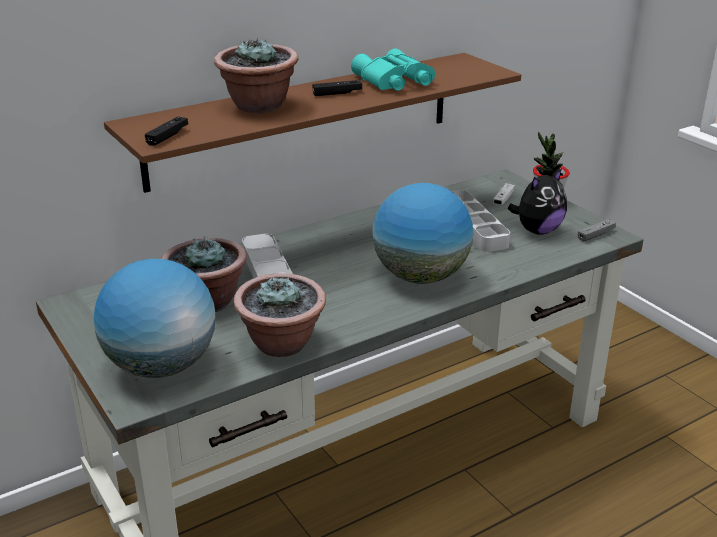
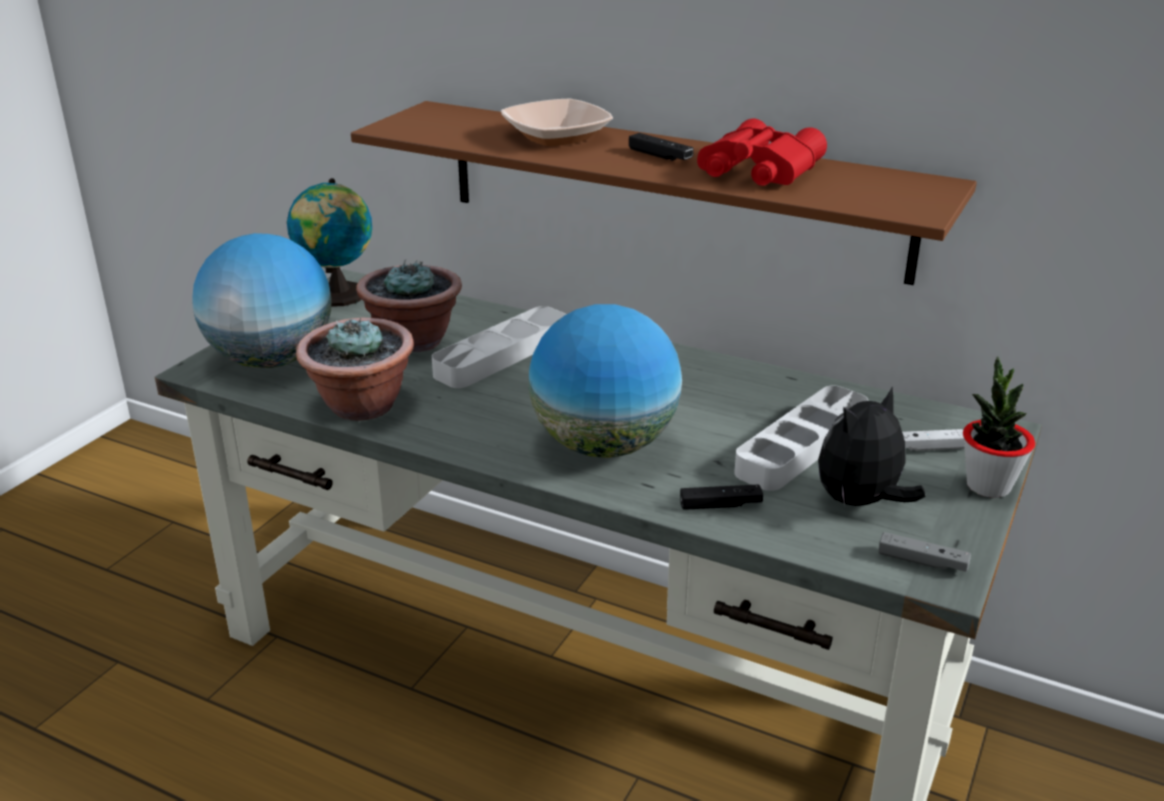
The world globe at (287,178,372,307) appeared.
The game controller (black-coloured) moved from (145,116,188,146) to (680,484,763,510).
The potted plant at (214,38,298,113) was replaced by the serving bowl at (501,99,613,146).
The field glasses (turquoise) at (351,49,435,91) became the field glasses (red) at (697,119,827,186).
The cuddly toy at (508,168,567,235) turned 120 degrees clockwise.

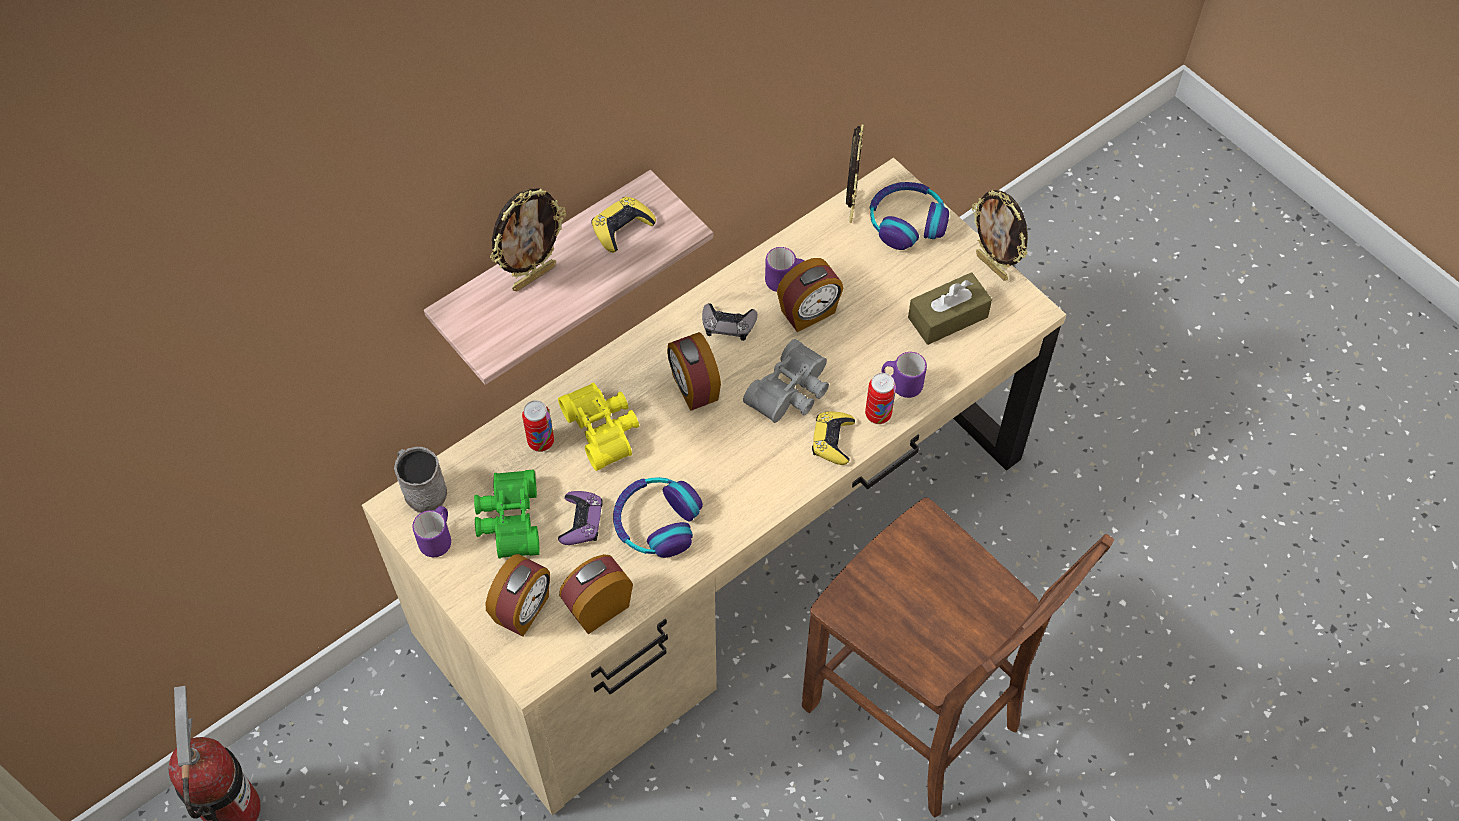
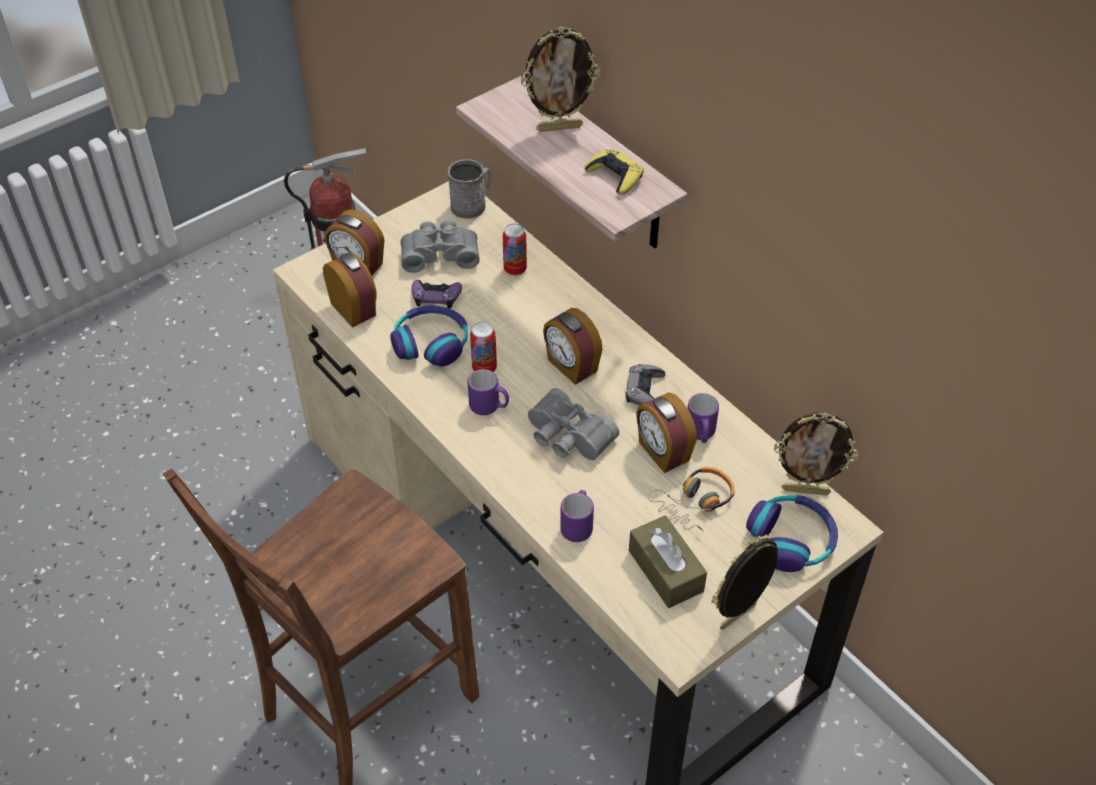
The field glasses (yellow) at (558,382,639,471) disappeared.
The game controller (yellow) at (812,411,855,465) disappeared.
The headphones at (648,467,735,532) appeared.
The mug (purple-coloured) moved from (412,506,451,557) to (468,369,509,415).
The sealed can moved from (865,373,896,424) to (470,322,497,372).
The field glasses (greenish) at (474,469,540,559) became the field glasses (greyish) at (400,220,480,273).
The picture frame at (490,188,566,291) turned 60 degrees counterclockwise.
The bedside clock at (667,332,721,411) turned 105 degrees counterclockwise.

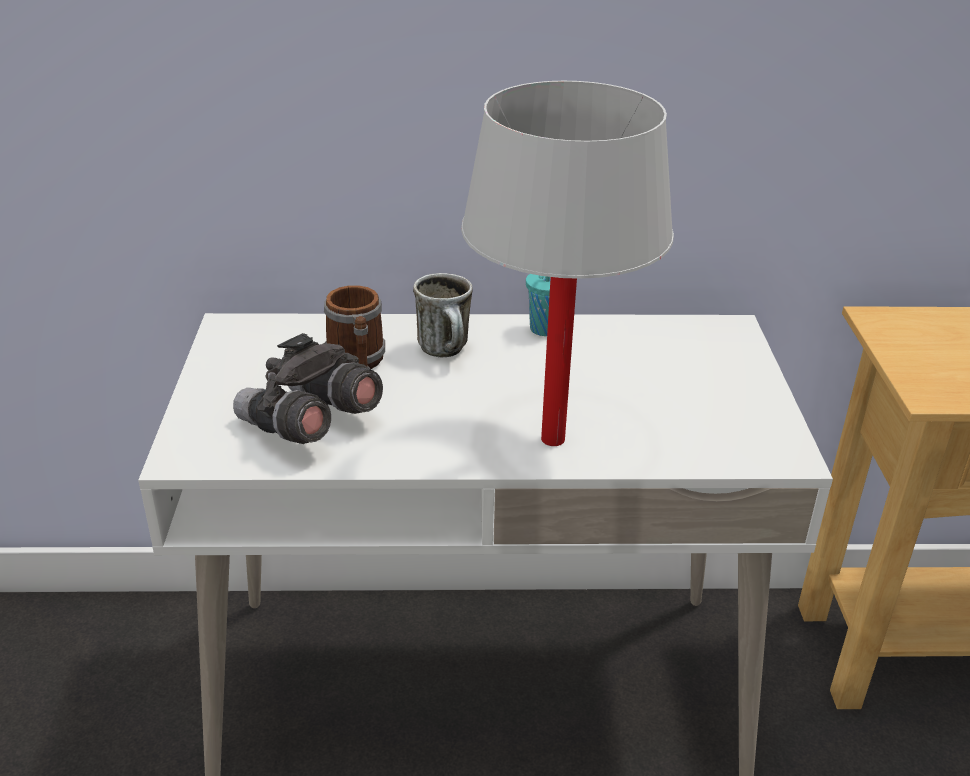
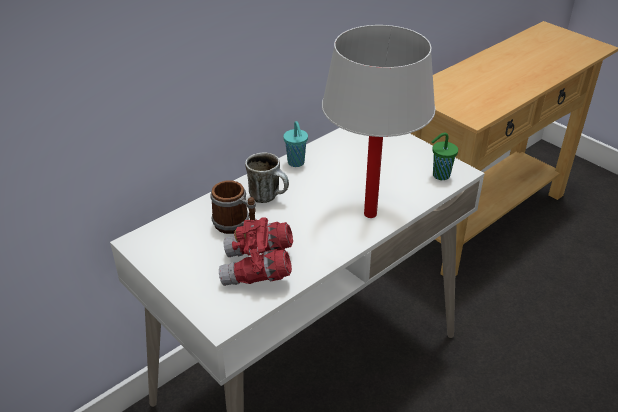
The drinking cup (greenish) at (431,133,458,180) appeared.
The field glasses (greyish) at (233,333,383,444) became the field glasses (red) at (219,217,293,286).

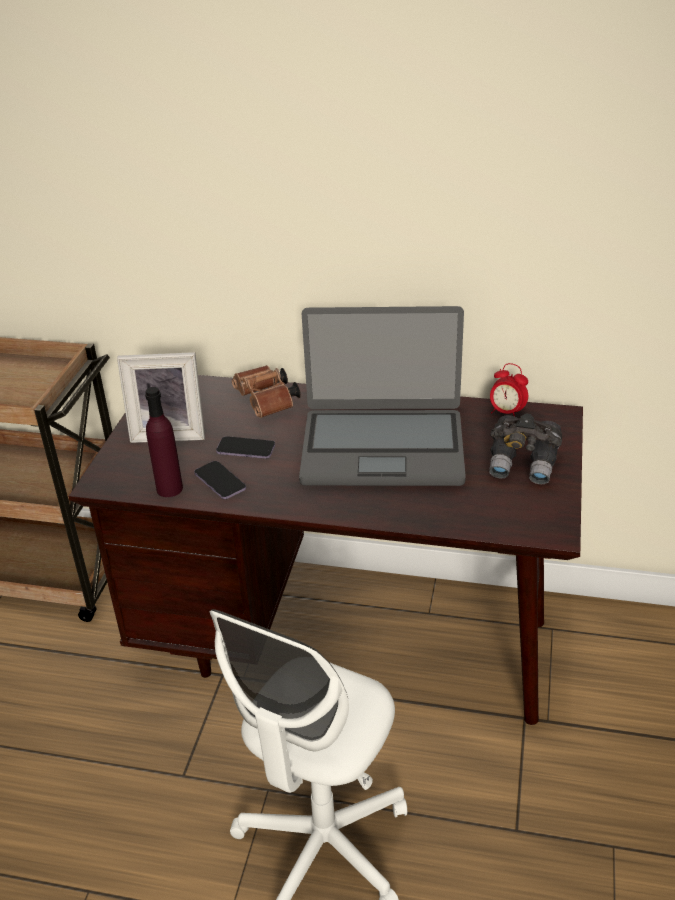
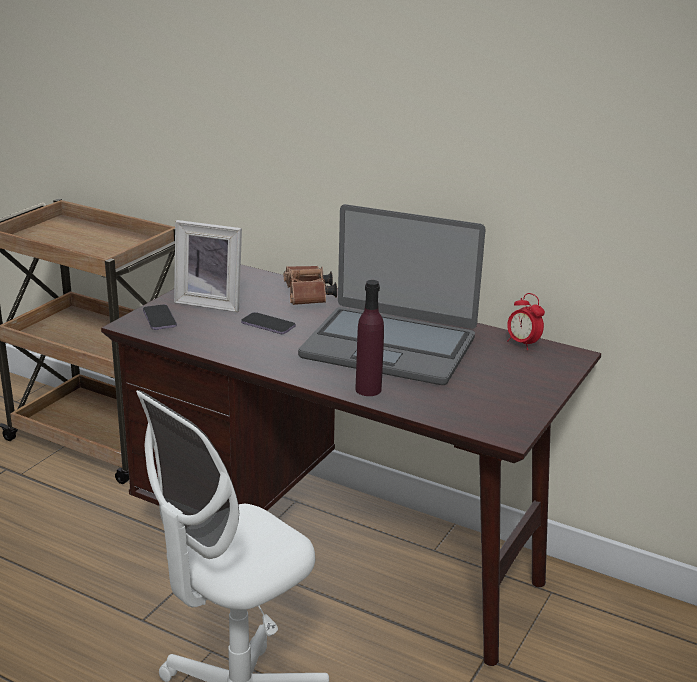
The field glasses (greyish) at (489,413,562,484) disappeared.
The bottle (purple-coloured) moved from (145,387,183,497) to (355,280,384,396).
The phone moved from (194,461,246,499) to (143,305,177,330).

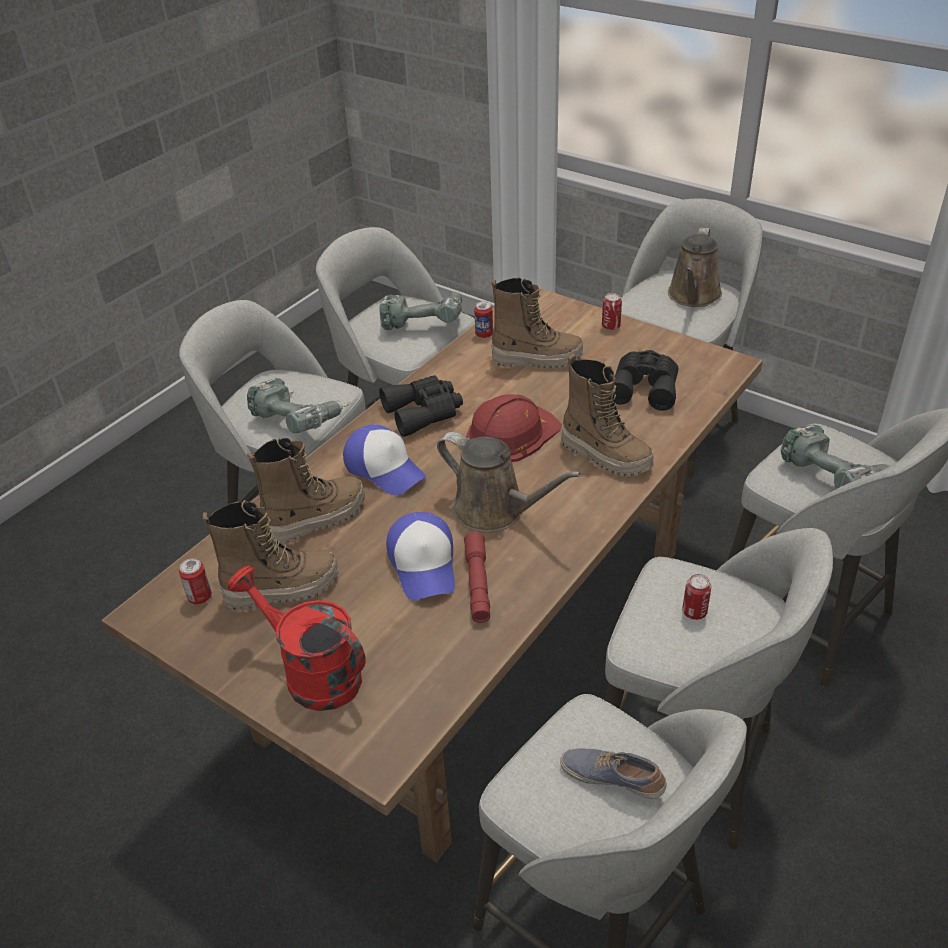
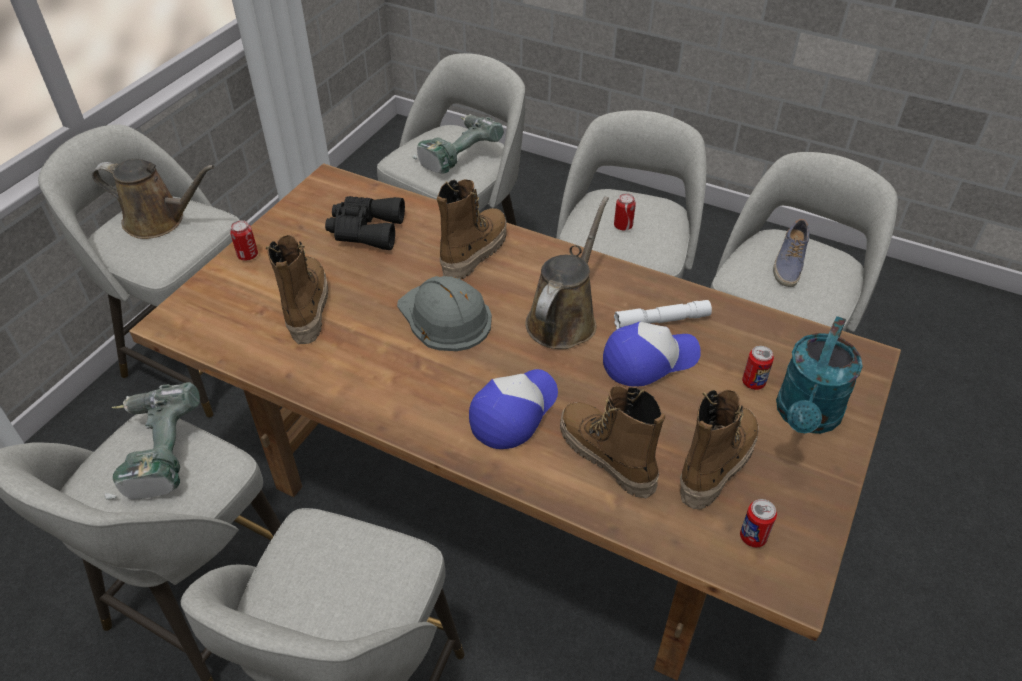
The drill at (247,378,351,434) disappeared.
The field glasses (black-coloured) at (379,375,463,437) disappeared.
The sealed can moved from (474,301,493,338) to (742,346,774,390).
The watering can (red) at (228,566,366,711) became the watering can (turquoise) at (776,316,863,434).
The hand torch (red) at (464,531,490,623) became the hand torch (white) at (614,300,712,329).
The work helmet (red) at (466,394,562,462) became the work helmet (greyish) at (397,276,492,351).
The tall boot at (202,500,339,610) turned 60 degrees clockwise.

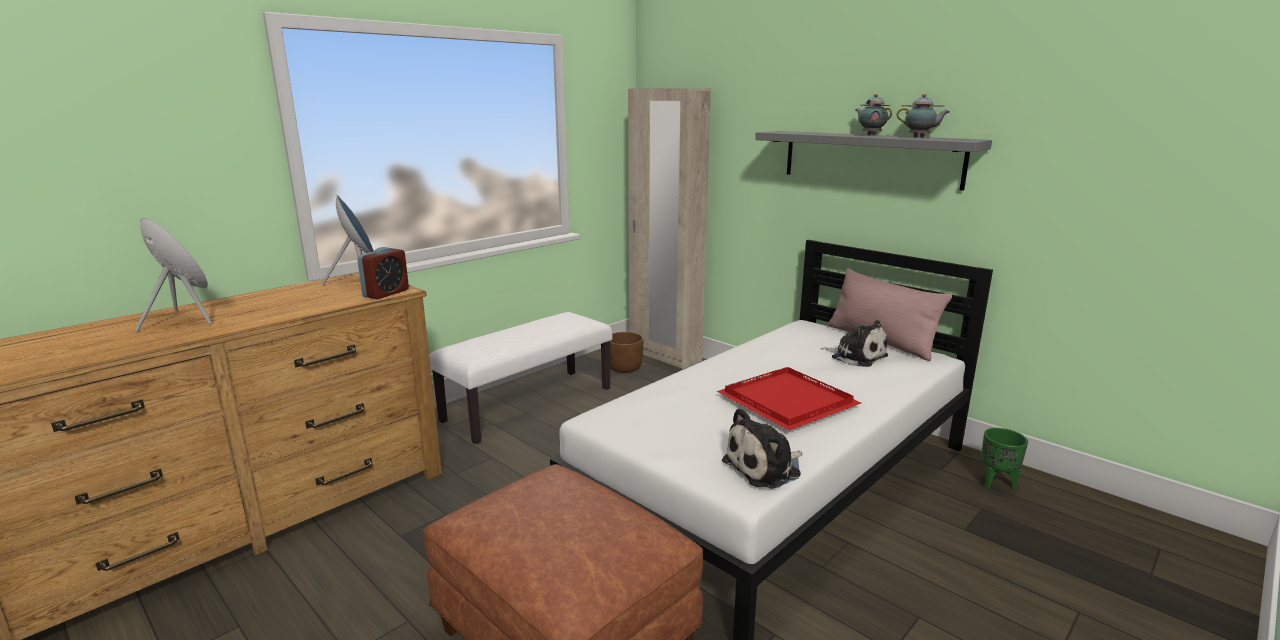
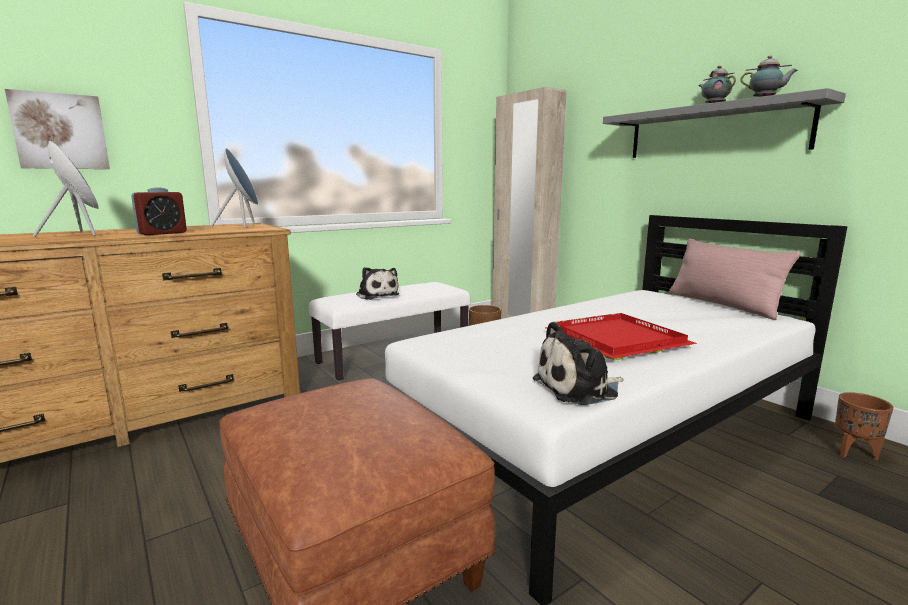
The wall art at (5,89,110,169) appeared.
The bedside clock moved from (357,247,409,299) to (131,187,187,235).
The cuddly toy moved from (821,320,888,367) to (356,267,399,300).
The plant pot (greenish) at (981,428,1028,489) became the plant pot (brown-coloured) at (835,392,894,460).

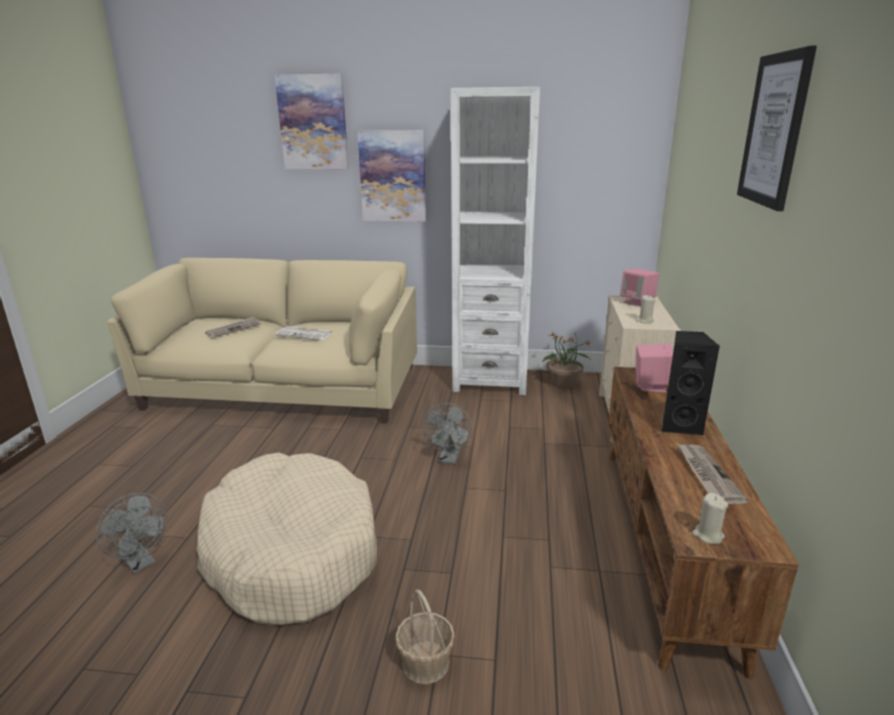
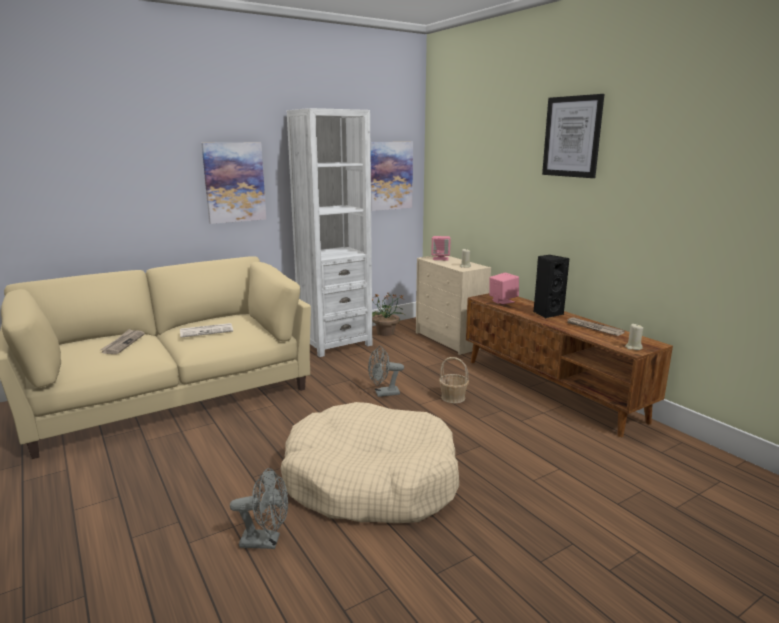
The wall art moved from (275,74,349,169) to (370,142,413,211).
The household basket moved from (395,589,455,684) to (439,357,469,403).
The cooling fan (greyish) at (422,403,472,464) turned 105 degrees clockwise.

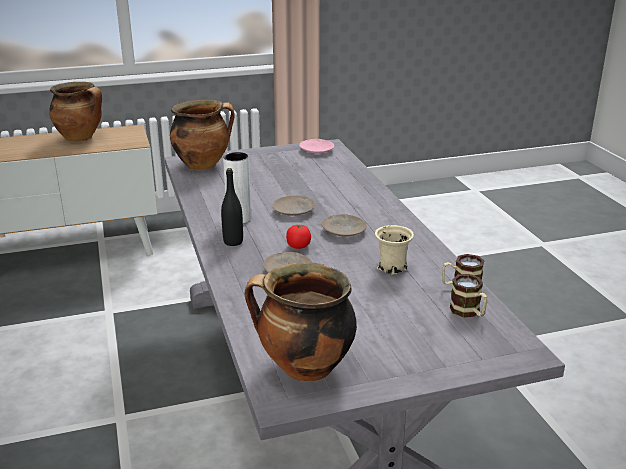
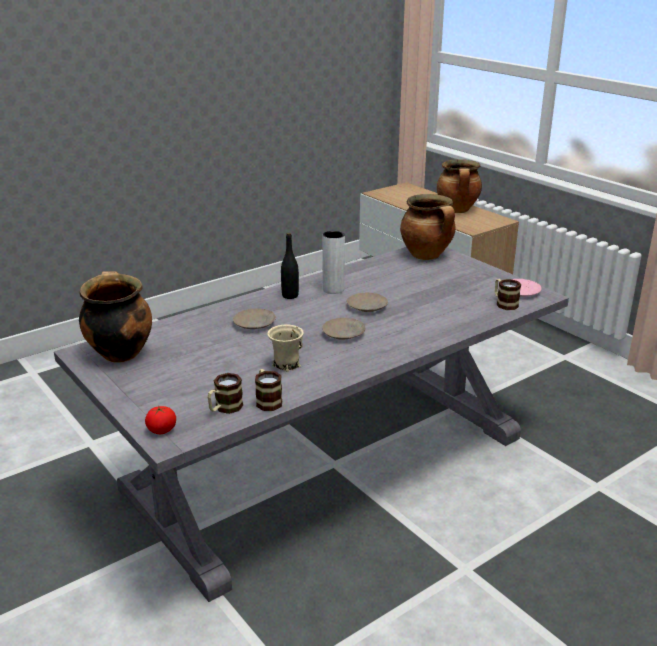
The mug at (495,279,521,310) appeared.
The fresh tomato moved from (286,224,311,249) to (145,406,176,434).

